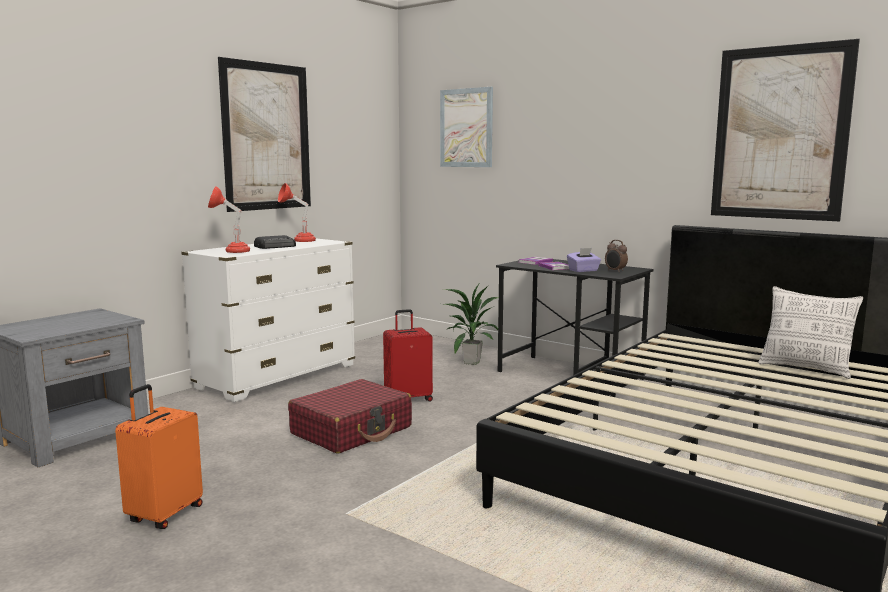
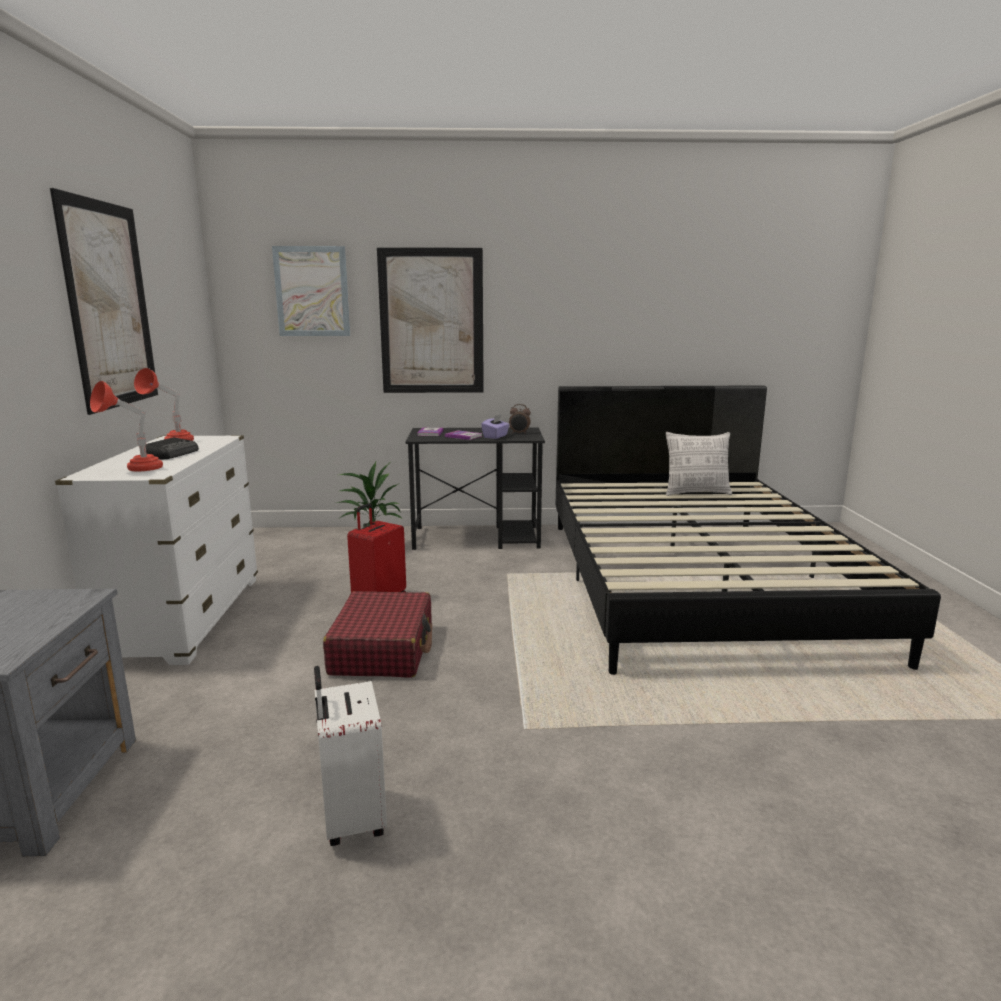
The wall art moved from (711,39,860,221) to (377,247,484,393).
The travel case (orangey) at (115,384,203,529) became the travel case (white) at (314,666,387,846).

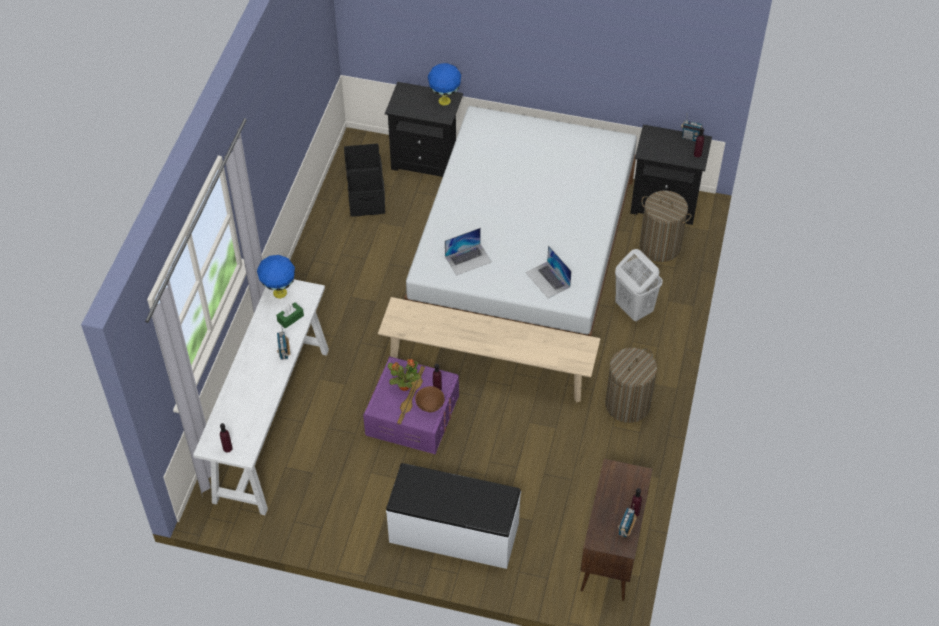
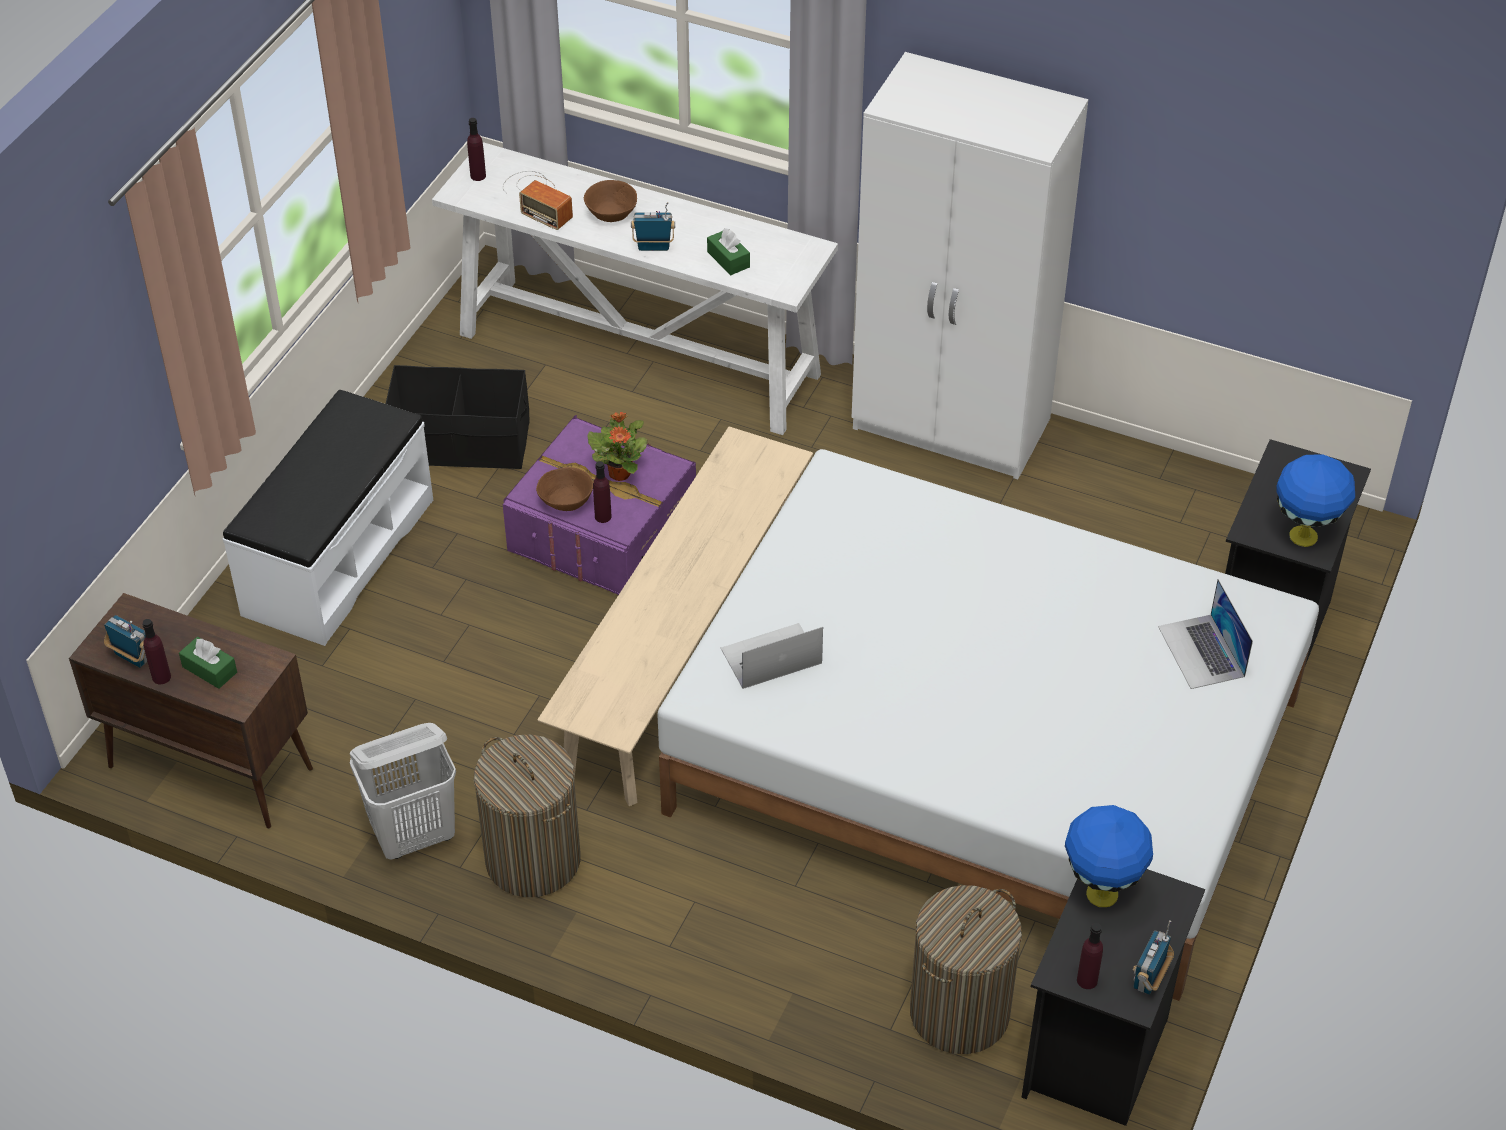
The box of tissues (greenish) at (179,637,237,689) appeared.
The radio set at (503,171,573,230) appeared.
The serving bowl (brown-coloured) at (584,180,637,222) appeared.
The armoire (white) at (852,52,1088,480) appeared.
The lamp for a table (blue-coloured) moved from (257,255,295,298) to (1065,805,1153,907).
The storage bin (black-coloured) moved from (344,143,385,217) to (386,365,530,469).
The portable computer moved from (445,228,492,275) to (1158,579,1253,689).
The washing basket (white) moved from (615,249,663,321) to (350,723,456,860).

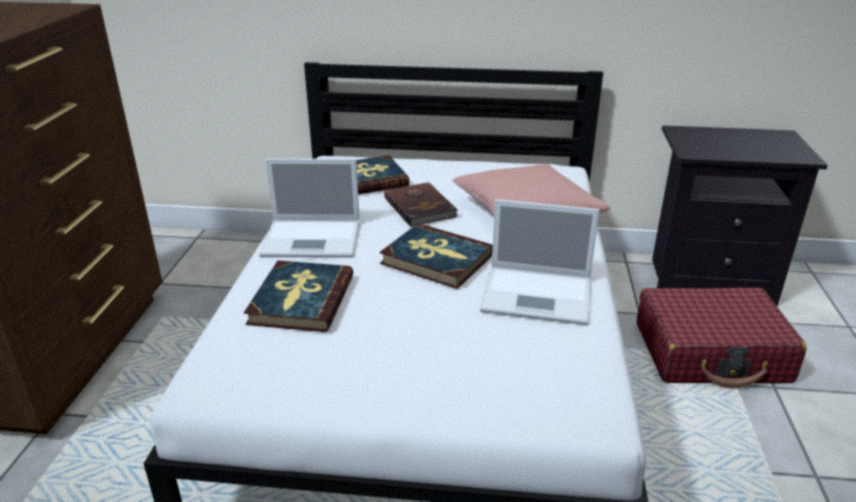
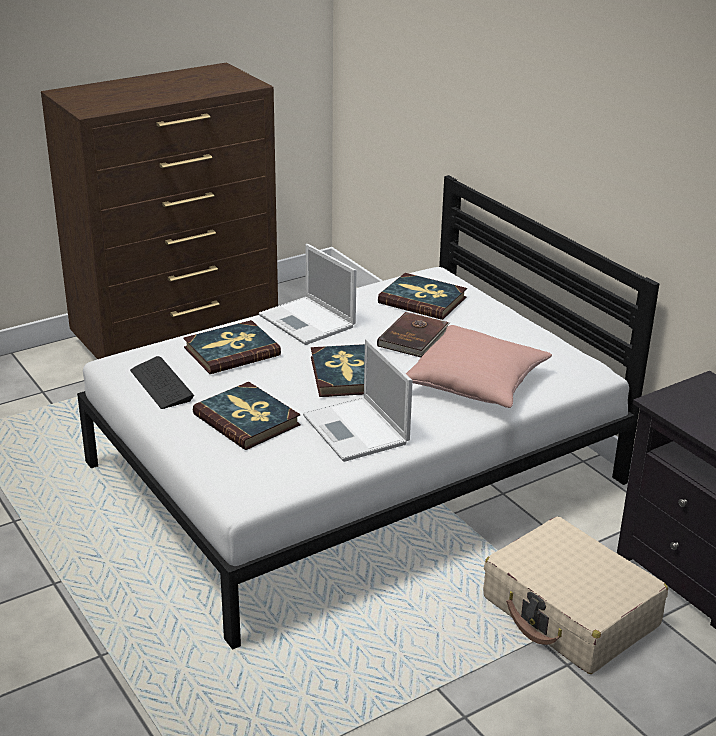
The PC keyboard at (130,356,194,409) appeared.
The book at (193,382,300,450) appeared.
The travel case (red) at (637,288,807,389) became the travel case (beige) at (483,517,668,674).

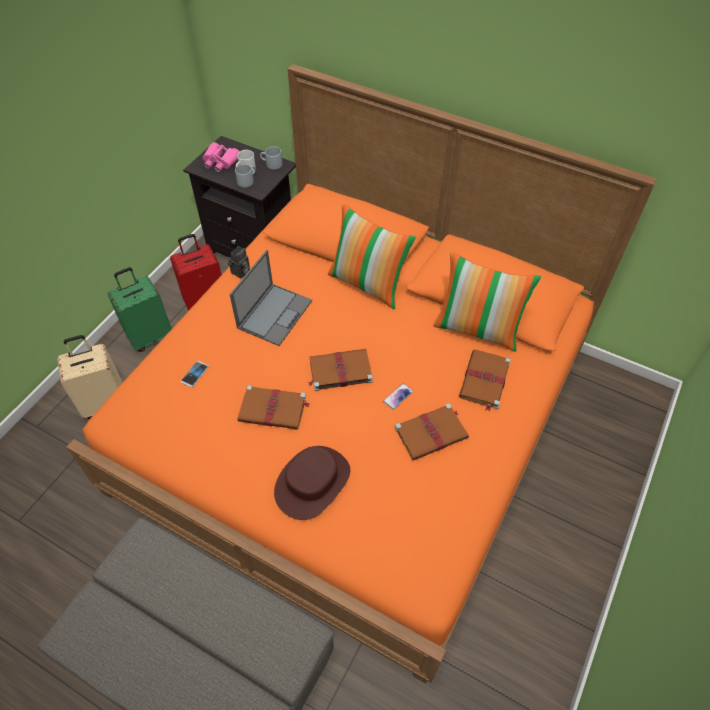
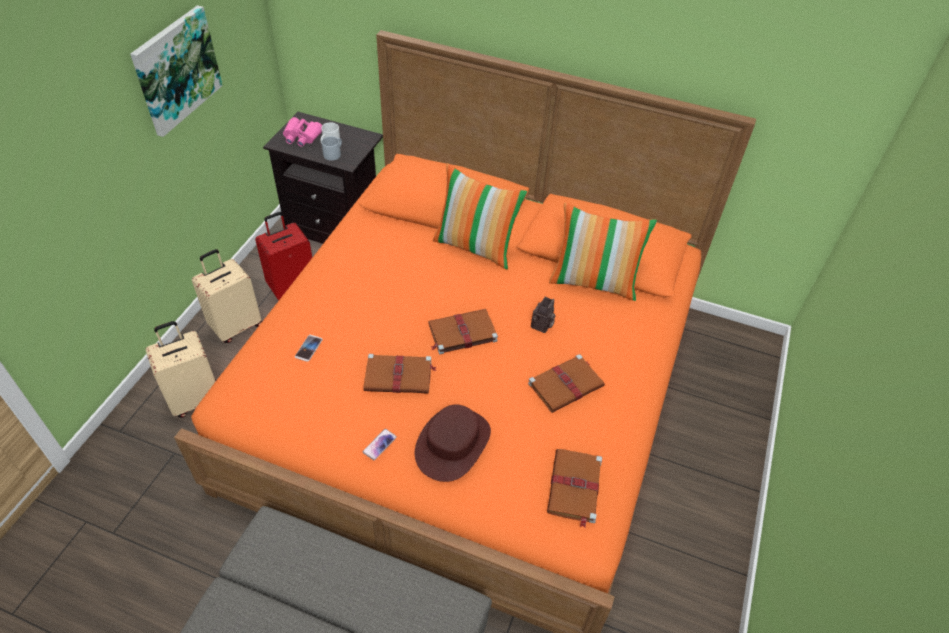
The portable computer at (230,250,312,346) disappeared.
The mug (greyish) at (260,146,283,169) disappeared.
The wall art at (130,5,223,137) appeared.
The still camera moved from (228,246,250,279) to (531,297,555,333).
The phone moved from (383,383,413,410) to (363,429,397,460).
The book (brown-coloured) moved from (459,350,511,412) to (547,449,602,527).
The travel case (greenish) at (108,267,171,352) became the travel case (beige) at (192,249,262,343).

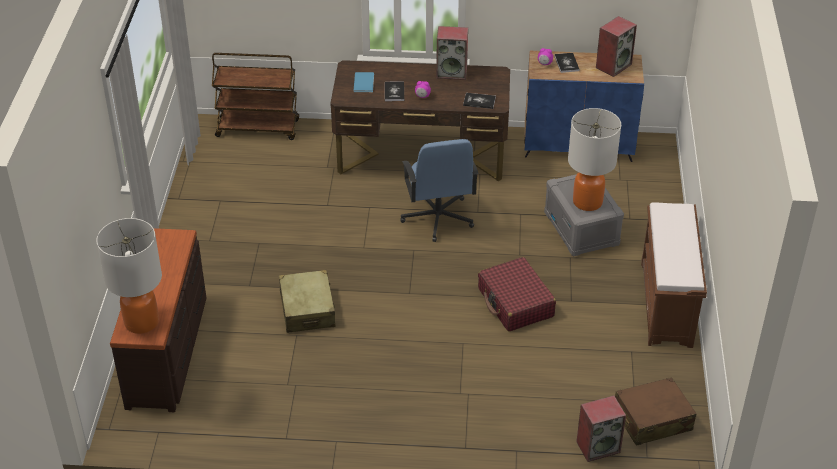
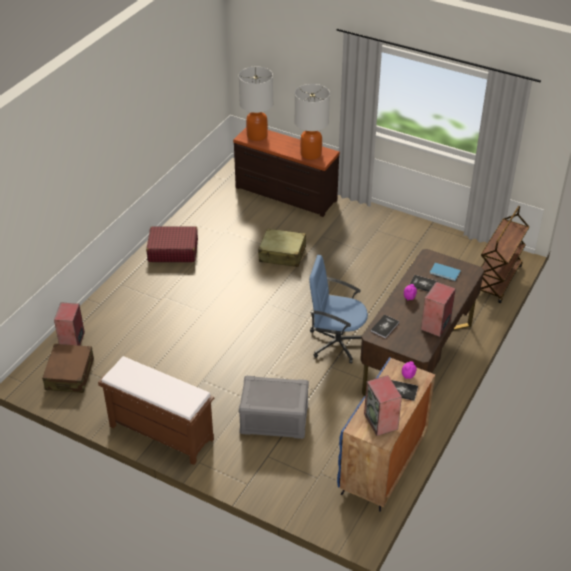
The travel case (red) moved from (478,257,556,332) to (146,226,198,262).
The lamp for a table moved from (568,108,621,211) to (295,84,330,160).

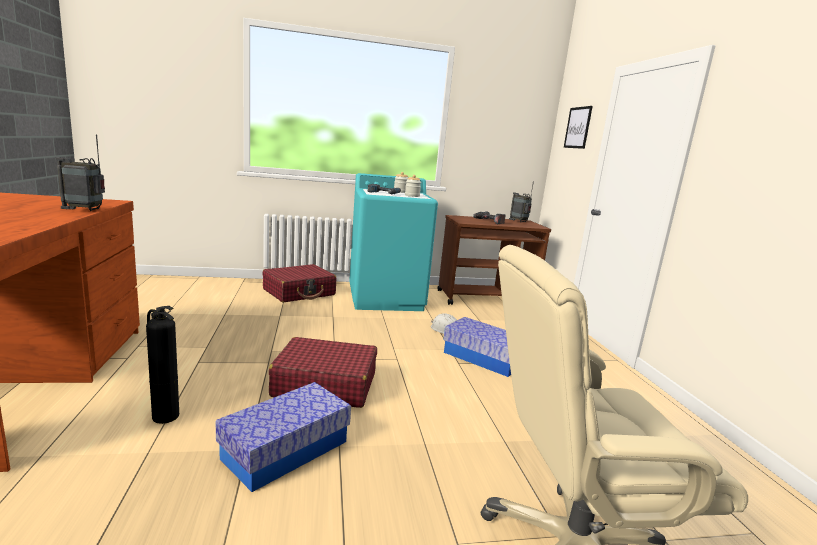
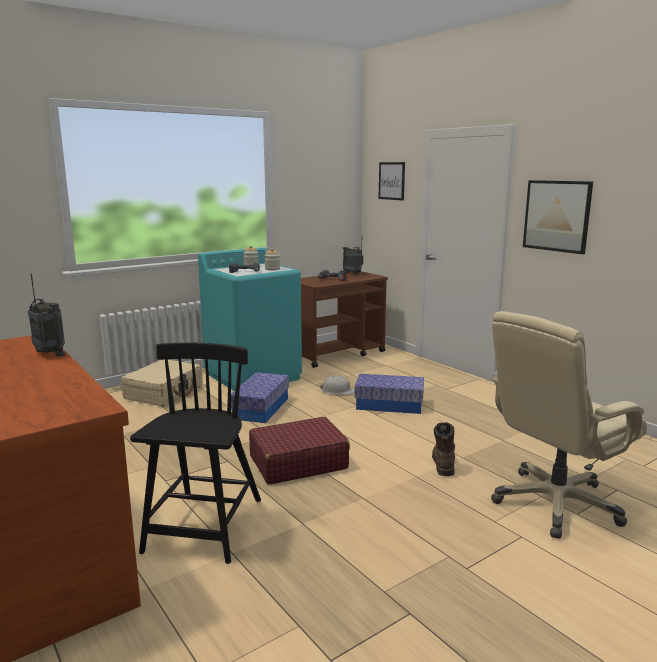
The tall boot (brown-coloured) at (432,422,455,476) appeared.
The wall art at (523,180,593,254) appeared.
The storage bin moved from (215,382,351,492) to (231,372,289,423).
The fire-fighting cylinder at (146,306,179,424) was replaced by the plain chair (black-coloured) at (130,343,261,564).
The travel case (red) at (262,264,336,302) became the travel case (beige) at (121,360,203,406).
The radio set at (55,134,105,211) turned 105 degrees counterclockwise.

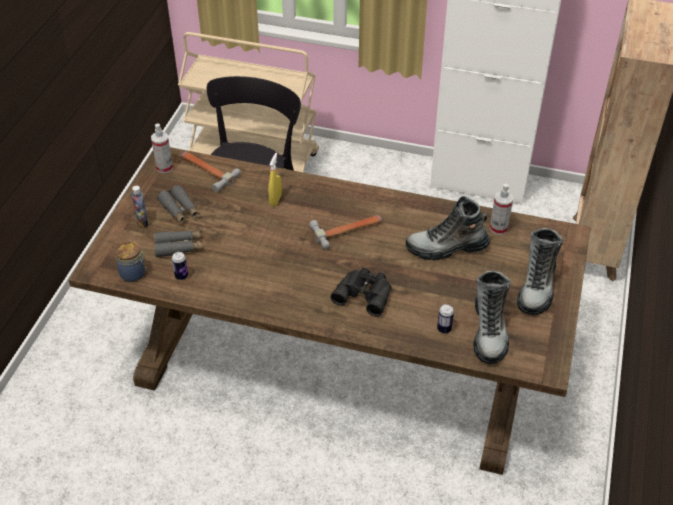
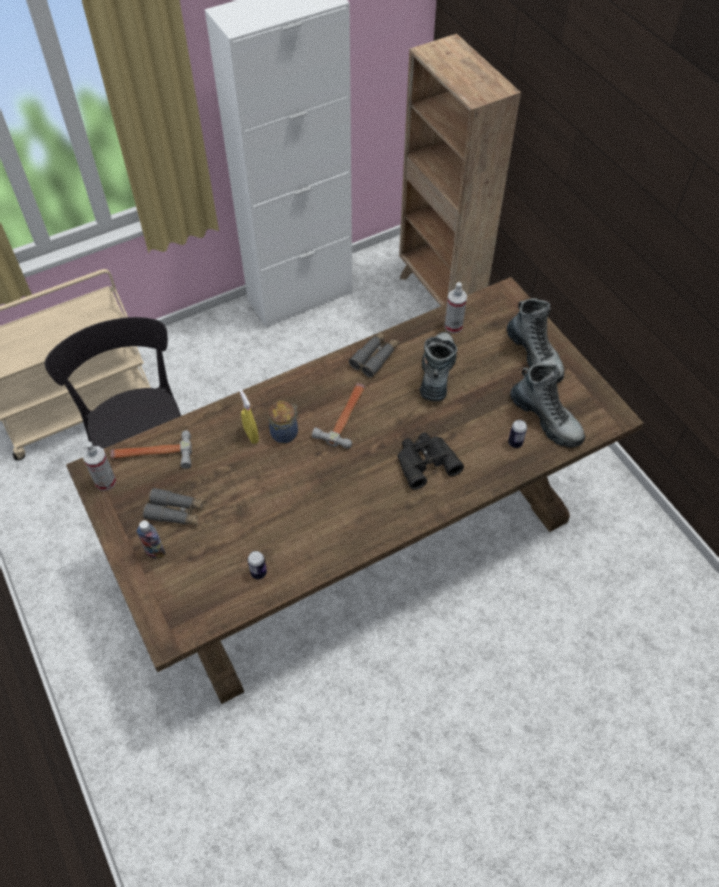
The jar moved from (115,241,147,282) to (268,401,299,443).
The field glasses (greyish) moved from (154,231,203,257) to (349,331,399,377).
The tall boot at (406,196,490,260) turned 150 degrees clockwise.

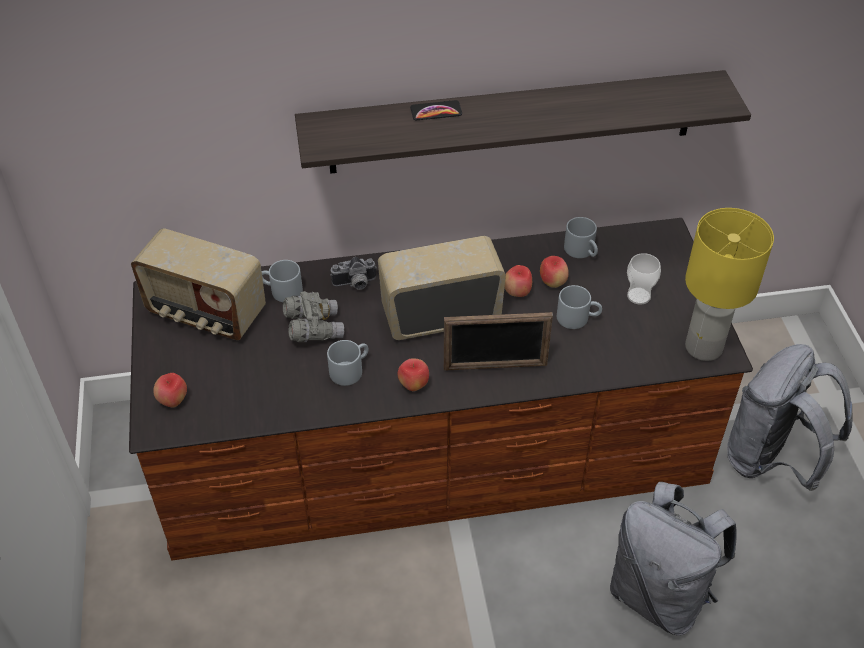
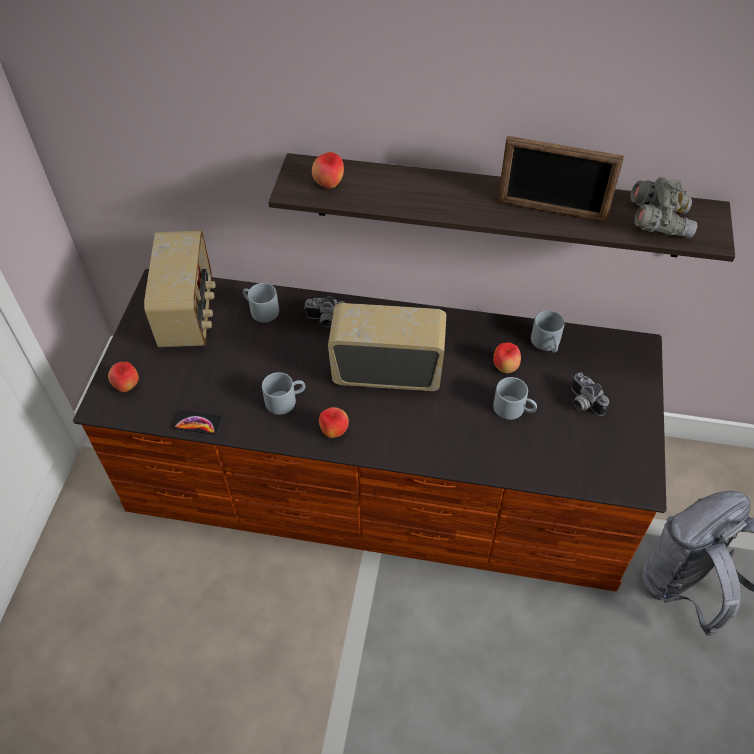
The knapsack (greyish) at (610,482,737,636) disappeared.
The lamp for a table (yellow) at (685,208,774,361) disappeared.
The field glasses (greyish) moved from (283,291,344,342) to (631,177,697,238).
The phone moved from (410,100,462,121) to (173,410,223,435).
The picture frame moved from (444,312,553,370) to (498,136,624,222).
The whole apple moved from (505,265,532,297) to (312,152,344,188).
The drinking cup at (627,253,661,305) was replaced by the still camera at (571,372,609,416).
The radio set at (131,228,266,340) turned 135 degrees counterclockwise.

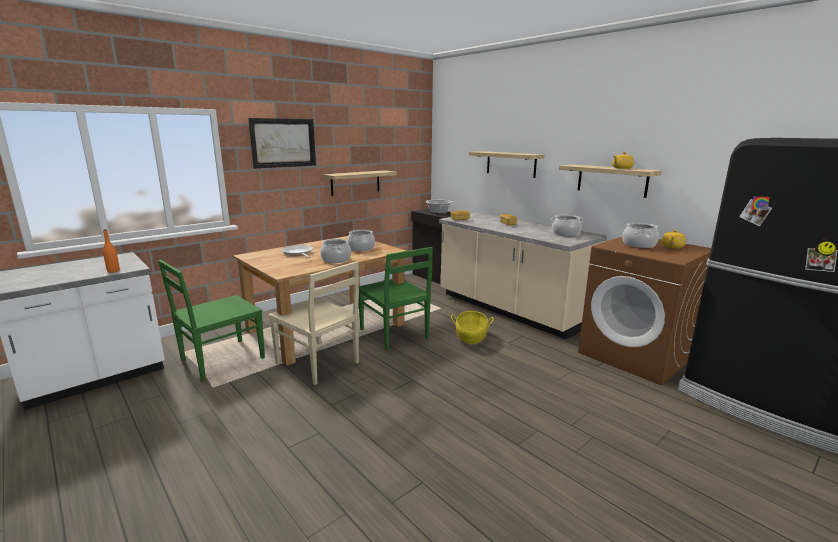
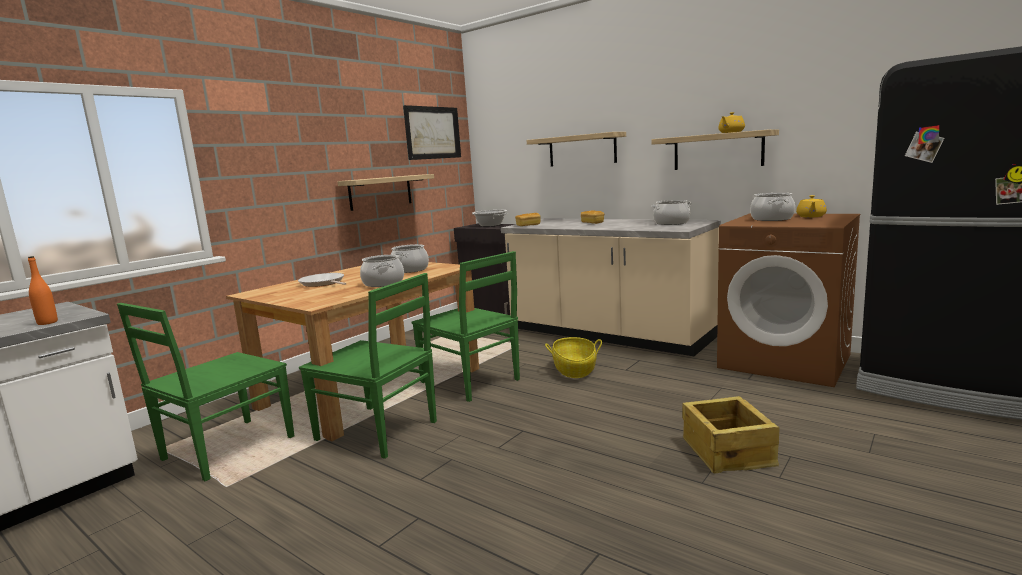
The crate at (682,396,780,473) appeared.
The wall art moved from (248,118,316,168) to (403,105,461,160).
The plain chair (beige) at (268,261,359,385) became the plain chair (greenish) at (299,273,437,459).

